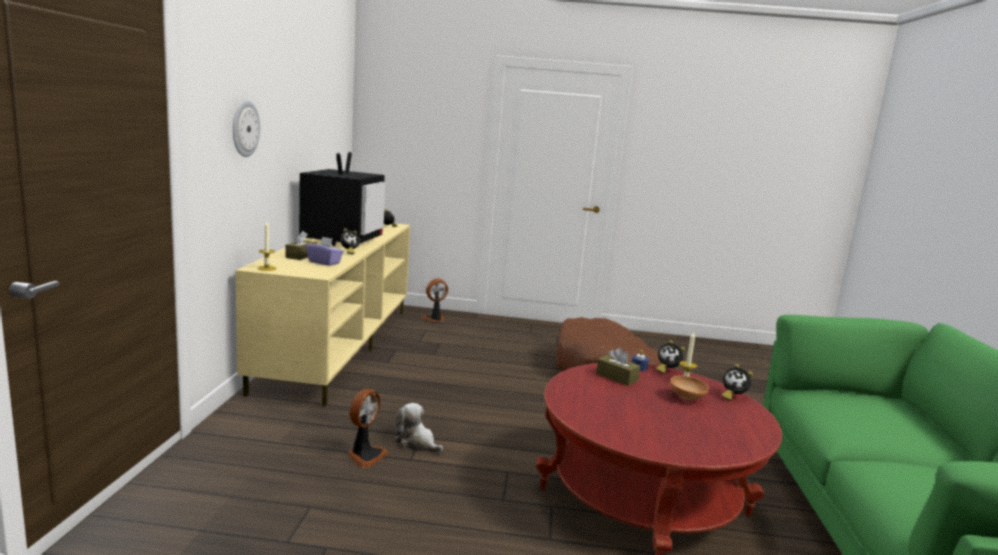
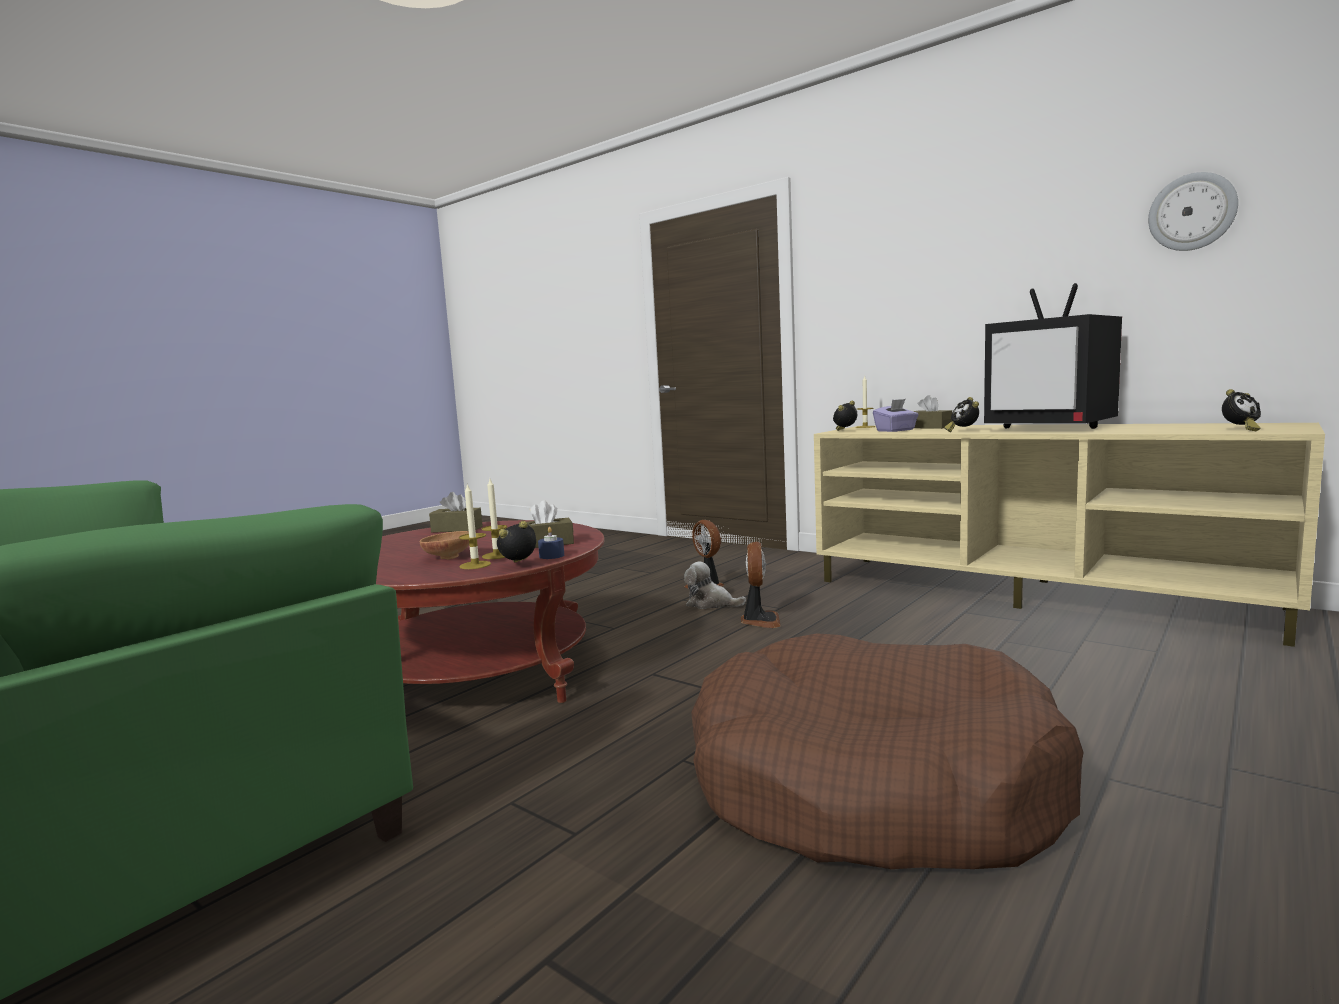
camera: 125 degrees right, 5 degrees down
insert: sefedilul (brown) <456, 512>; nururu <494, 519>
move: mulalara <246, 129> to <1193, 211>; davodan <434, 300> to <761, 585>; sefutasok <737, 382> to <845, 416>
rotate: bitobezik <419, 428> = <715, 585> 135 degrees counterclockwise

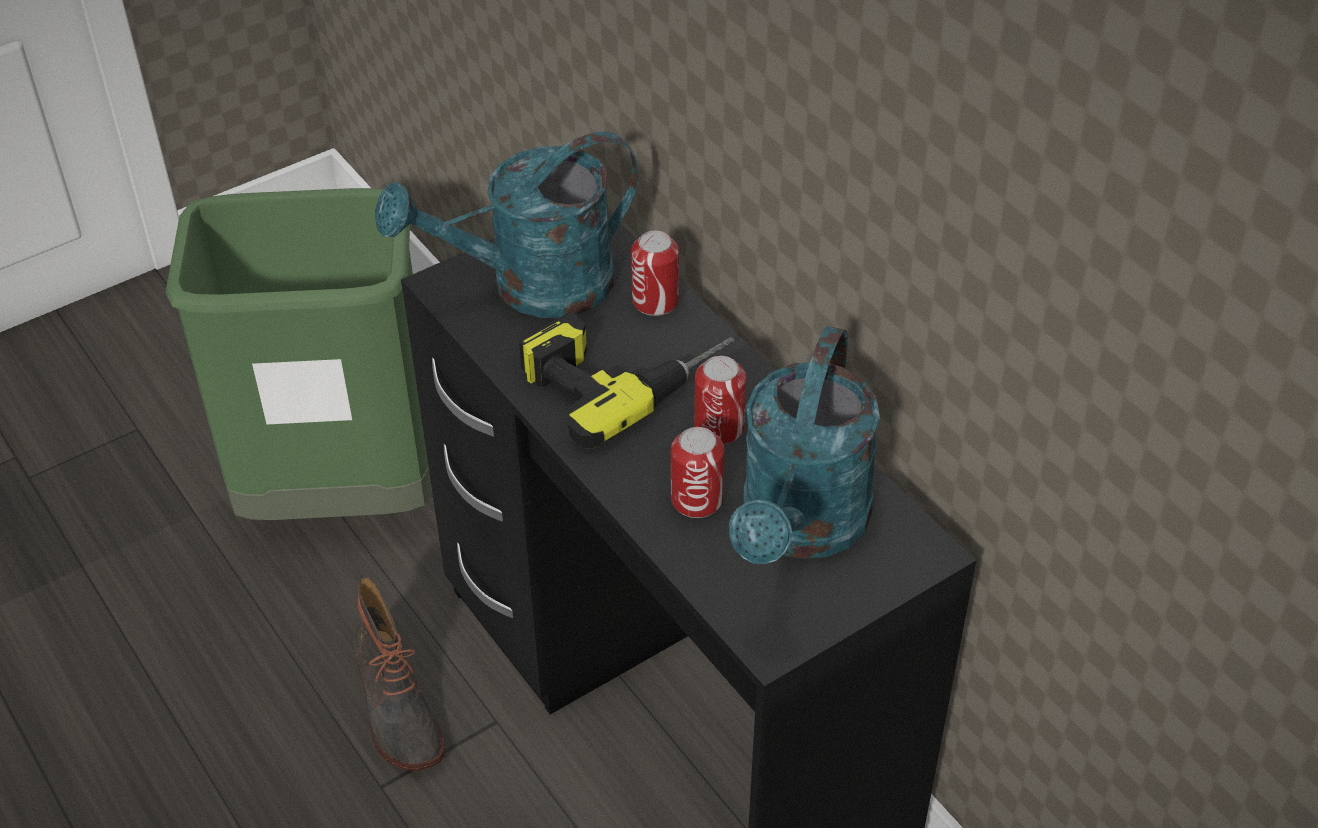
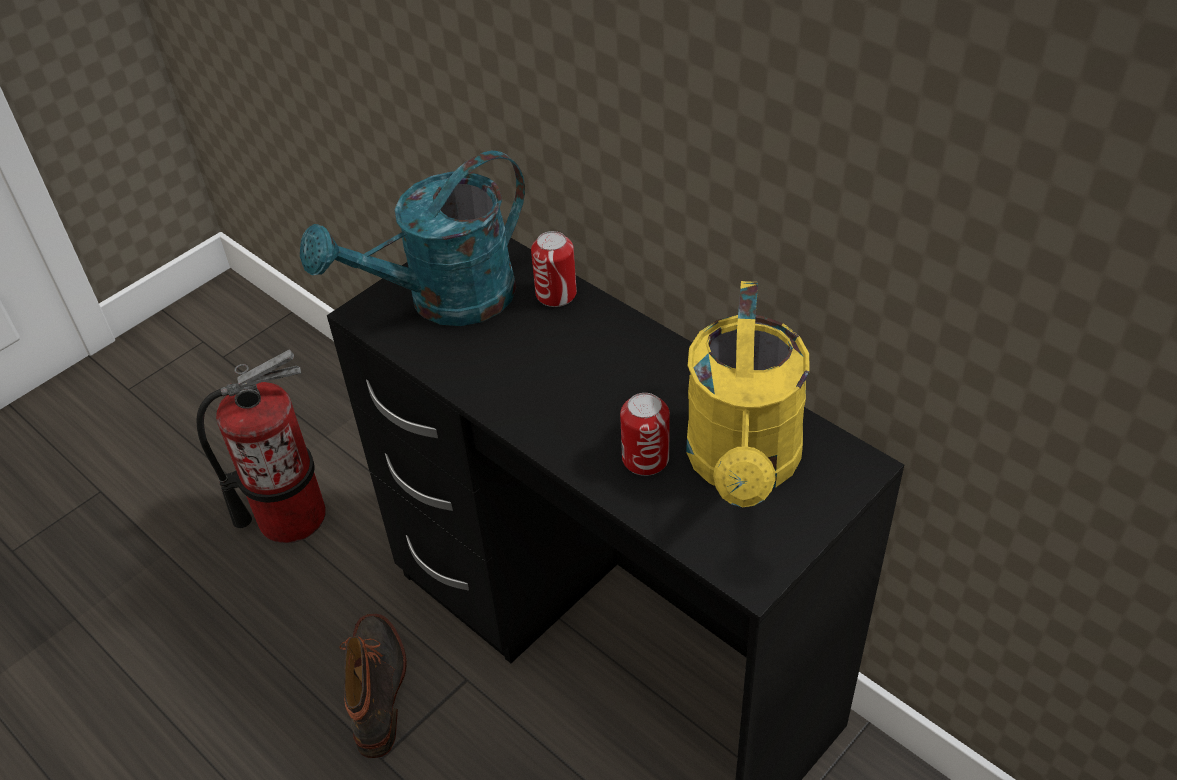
camera: 10 degrees left, 0 degrees up
delete: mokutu <627, 380>; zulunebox <720, 400>
replace: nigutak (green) <299, 354> to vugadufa <261, 446>
recolor: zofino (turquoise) <804, 445> to zofino (yellow) <747, 394>
rotate: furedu <399, 674> = <373, 686> 150 degrees counterclockwise

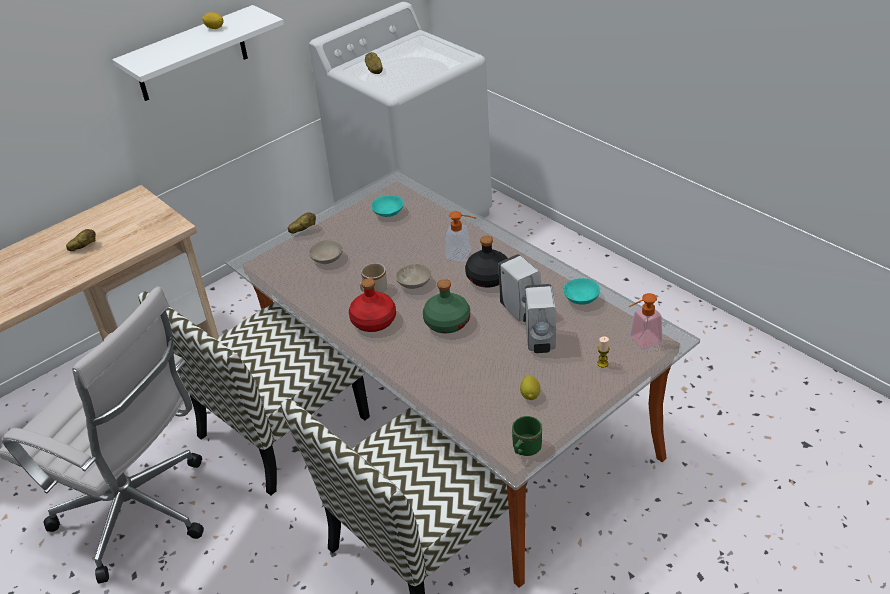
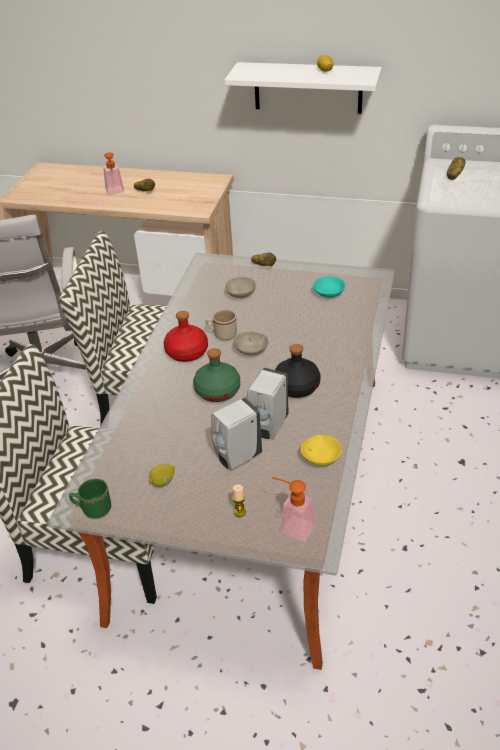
camera: 55 degrees right, 0 degrees up
move: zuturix <460, 236> to <113, 173>
recolor: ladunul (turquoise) <582, 291> to ladunul (yellow) <321, 450>

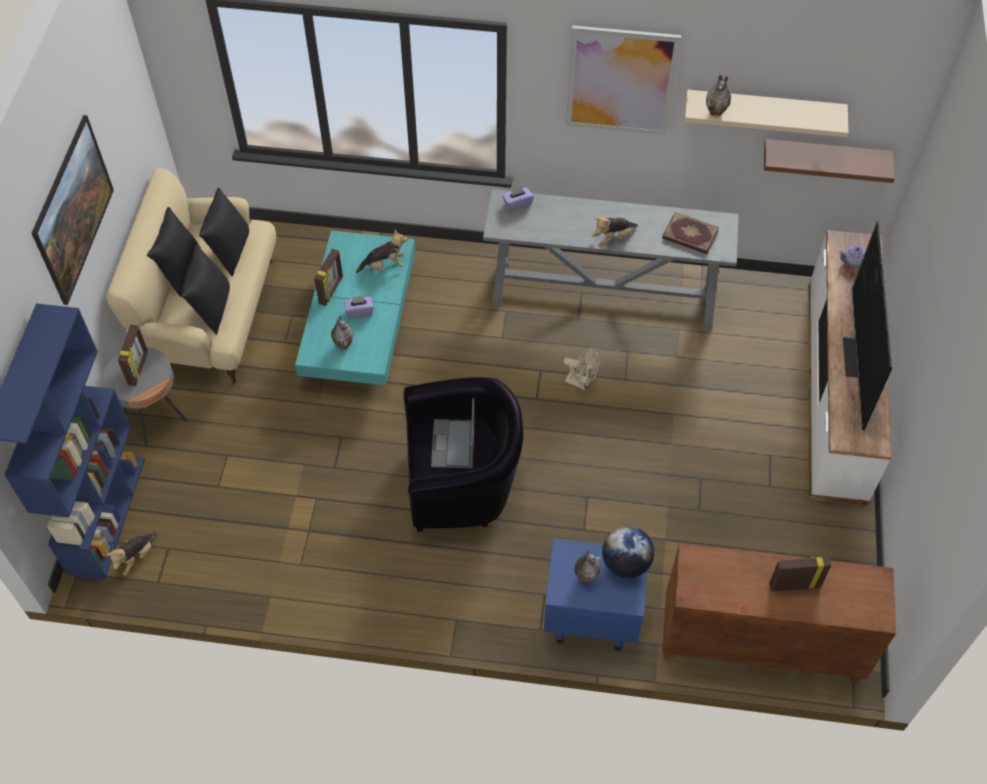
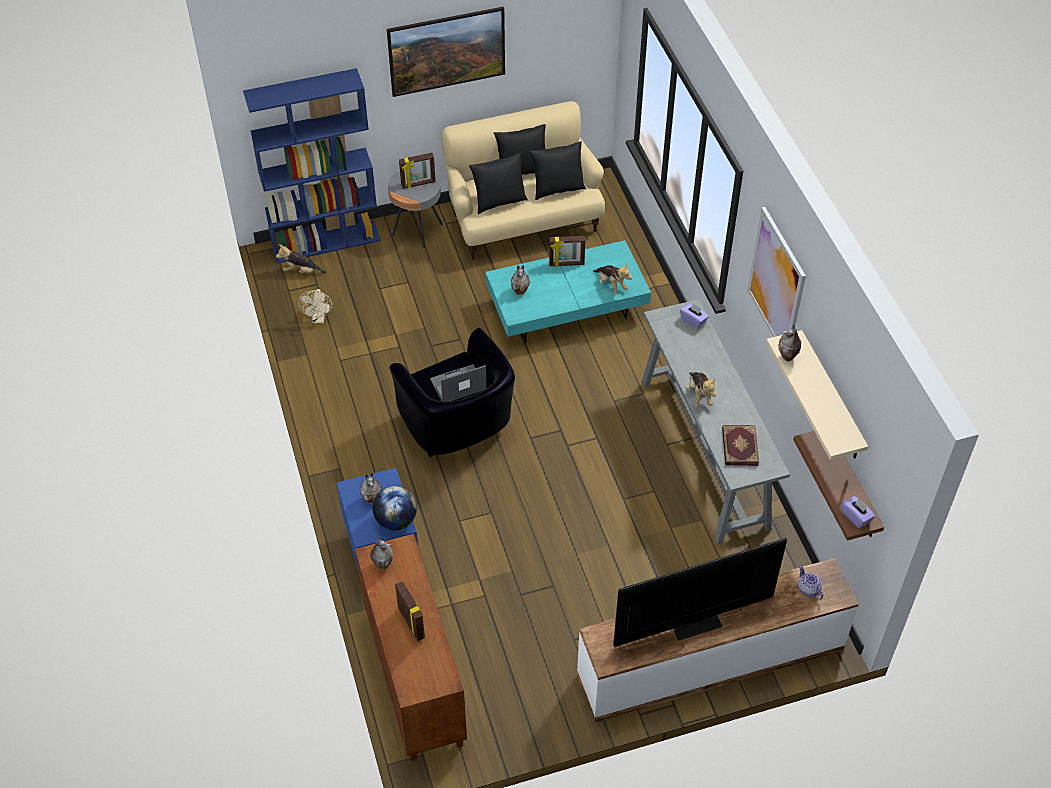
camera: 65 degrees right, 5 degrees down
insert: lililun <381, 553>
move: sefedilul (purple) <359, 307> to <858, 512>; davodan (beige) <581, 369> to <315, 306>
rotate: bitobezik <615, 232> = <701, 389> 135 degrees counterclockwise

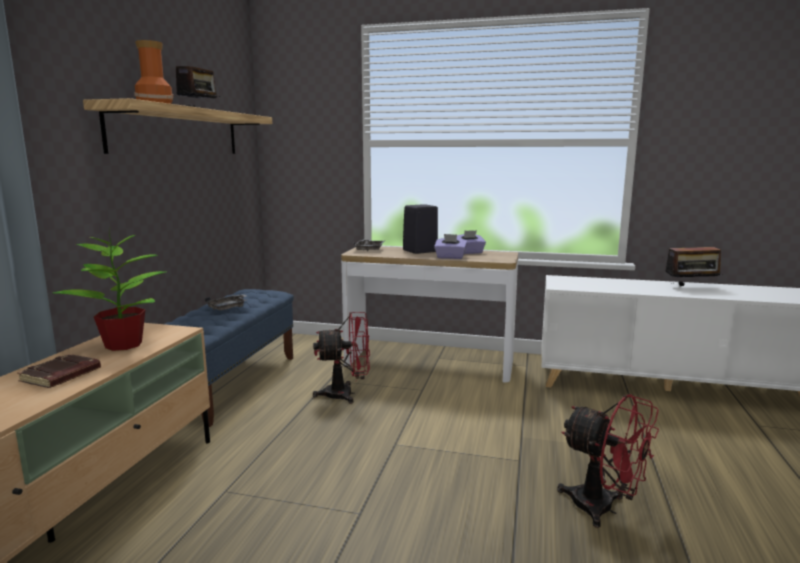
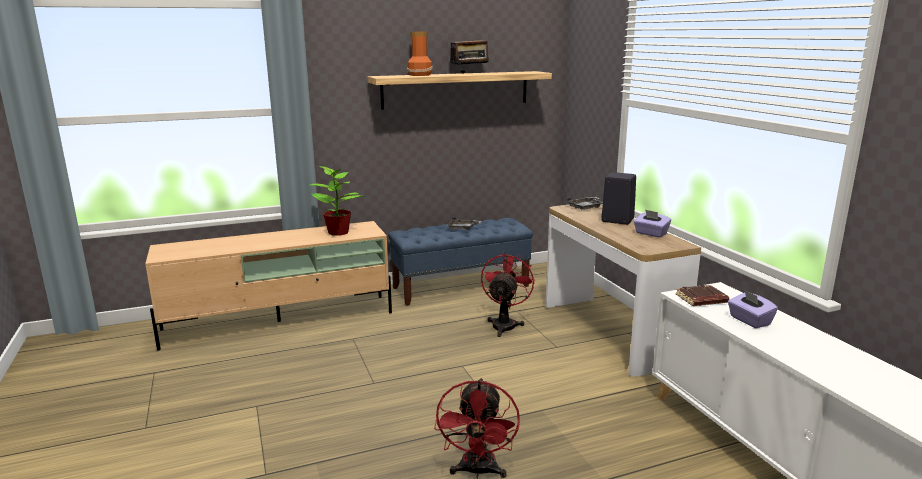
camera: 55 degrees right, 5 degrees up
delete: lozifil <694, 262>
move: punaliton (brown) <59, 371> to <702, 295>; sefedilul (purple) <450, 246> to <753, 308>
rotate: davodan (red) <341, 358> = <508, 294> 120 degrees counterclockwise

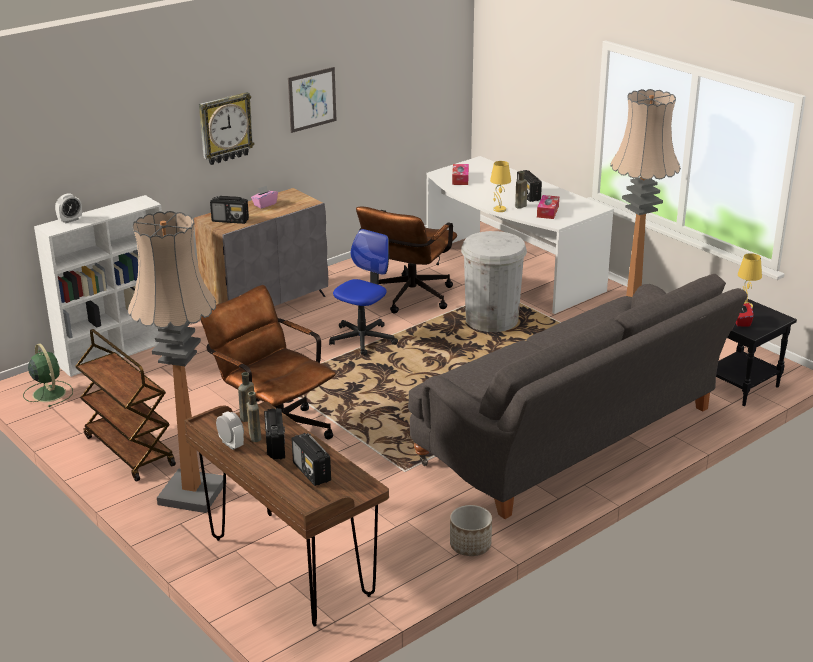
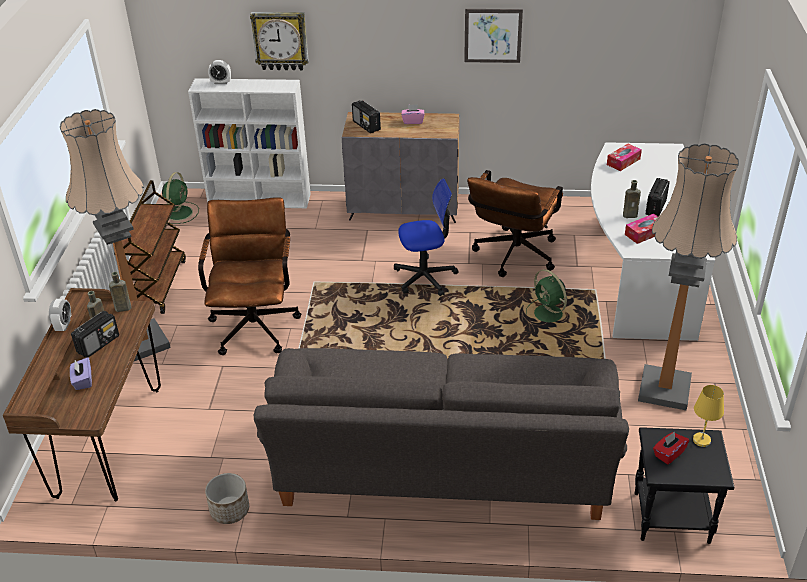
camera: 45 degrees right, 10 degrees up
delete: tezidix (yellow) <500, 186>
move: mulalara <226, 128> to <279, 41>
replace: lozifil <311, 459> to sefedilul (purple) <81, 373>; nigutak (white) <494, 281> to davodan (green) <546, 295>
rotate: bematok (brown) <406, 259> = <515, 223> 45 degrees counterclockwise

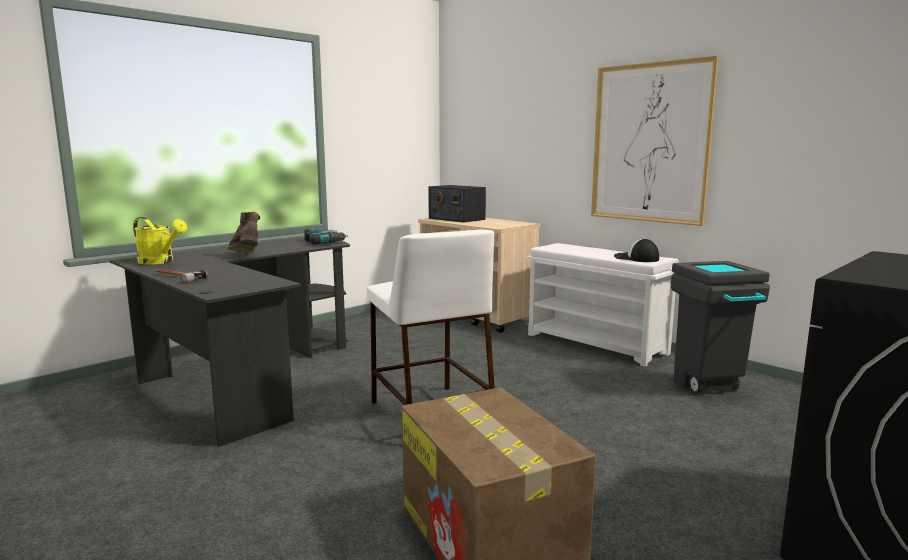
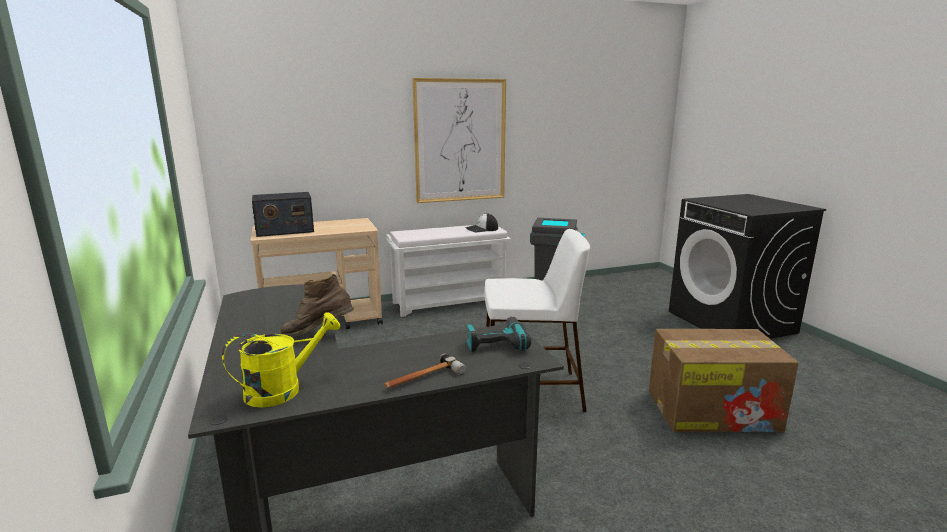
camera: 65 degrees left, 5 degrees up
move: mokutu <326, 236> to <498, 334>

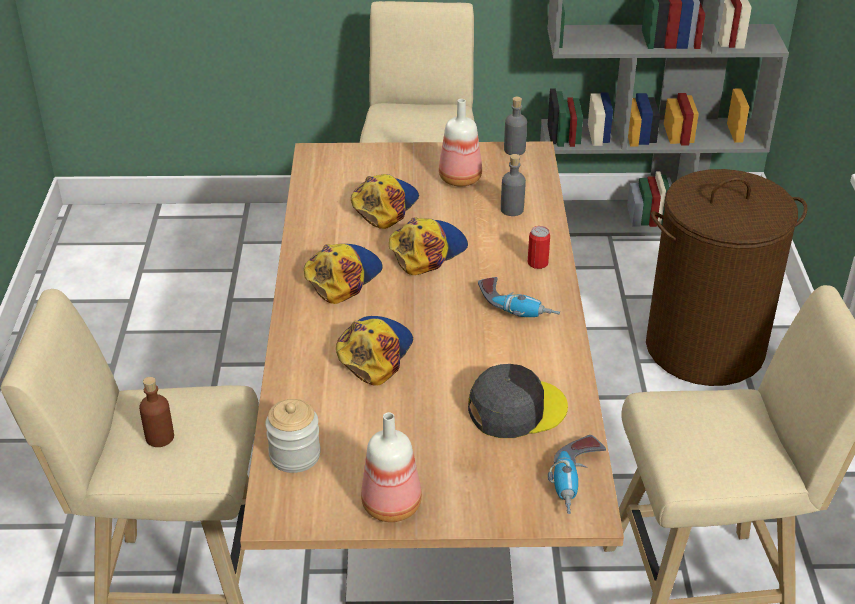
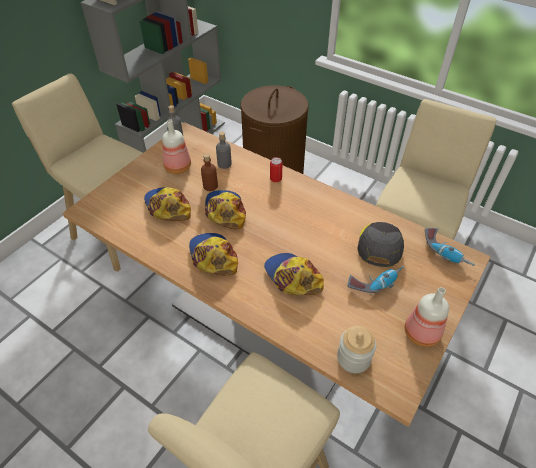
camera: 55 degrees left, 10 degrees up
move: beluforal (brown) <156, 412> to <209, 172>; mokutu <519, 297> to <375, 279>

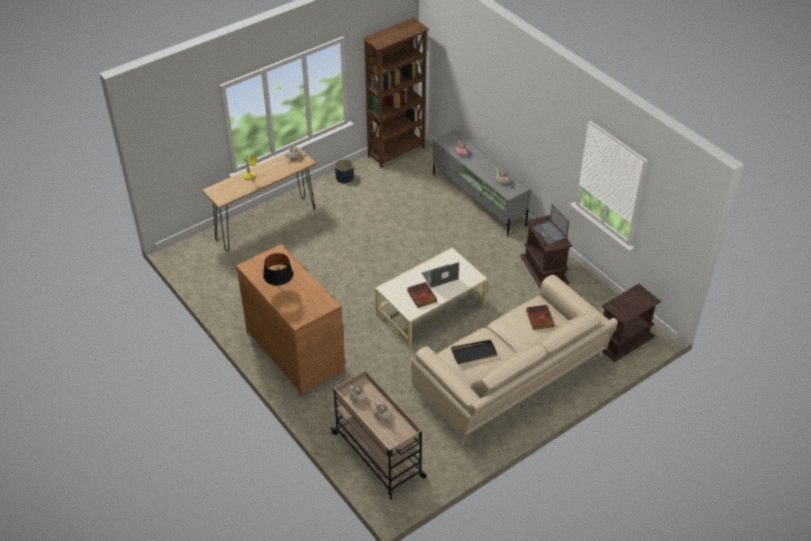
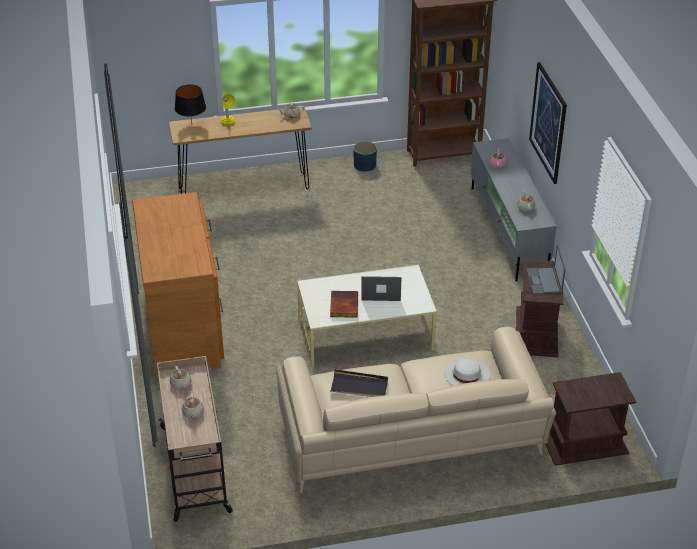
camera: 25 degrees right, 5 degrees down
insert: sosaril <548, 123>
move: tezidix (black) <278, 270> to <190, 103>
replace: punaliton <540, 317> to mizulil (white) <467, 372>

